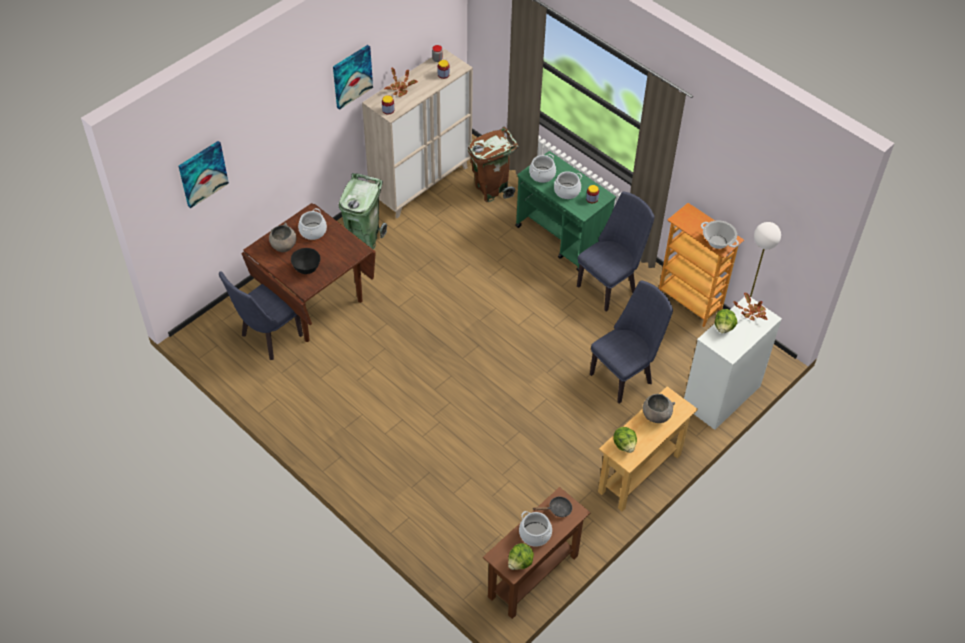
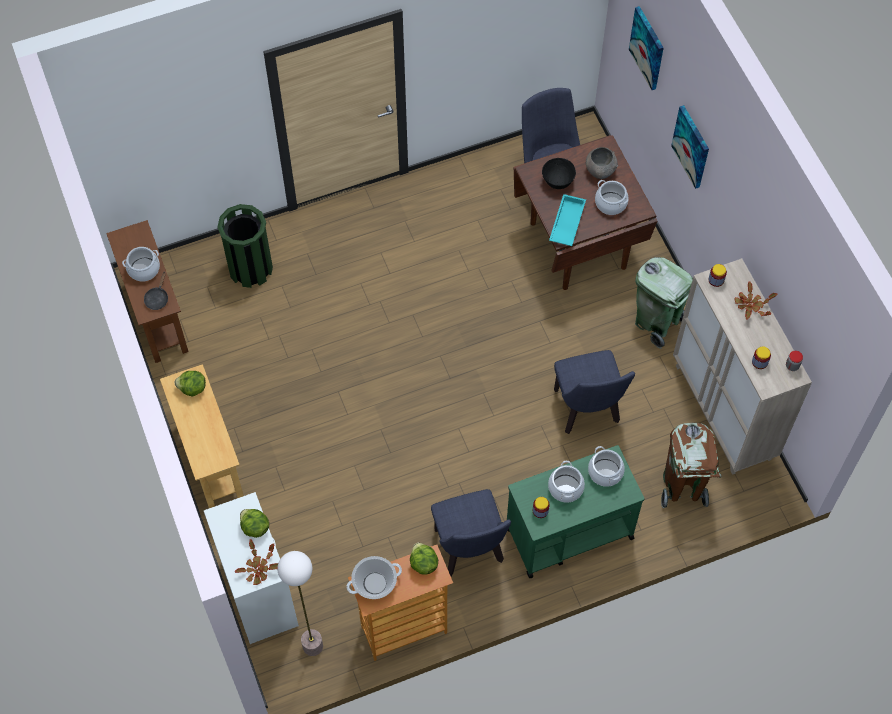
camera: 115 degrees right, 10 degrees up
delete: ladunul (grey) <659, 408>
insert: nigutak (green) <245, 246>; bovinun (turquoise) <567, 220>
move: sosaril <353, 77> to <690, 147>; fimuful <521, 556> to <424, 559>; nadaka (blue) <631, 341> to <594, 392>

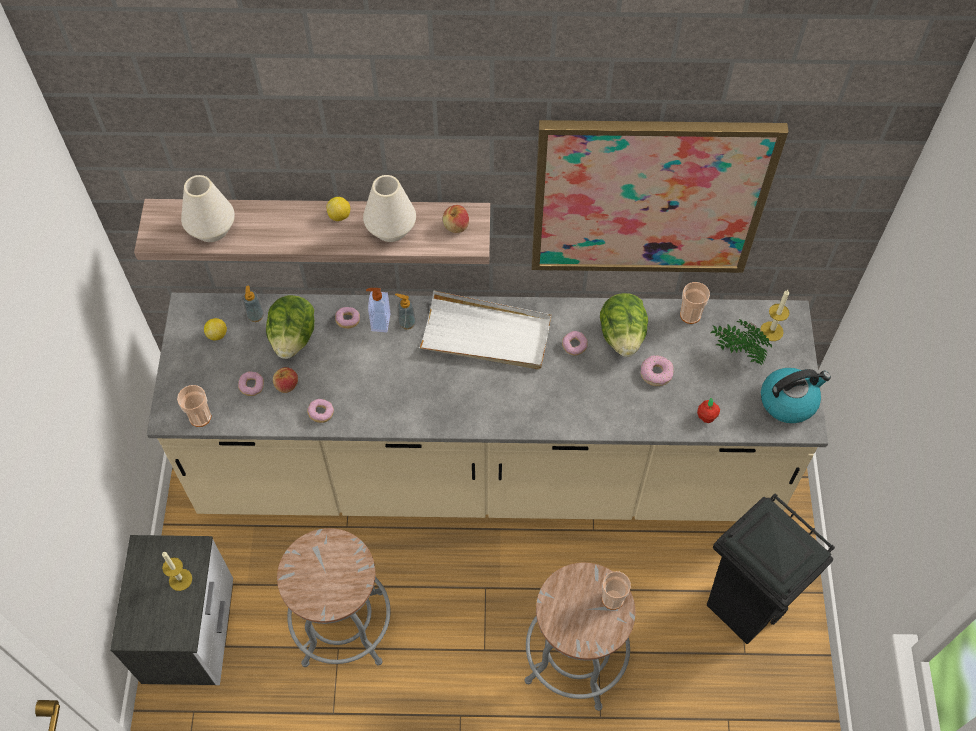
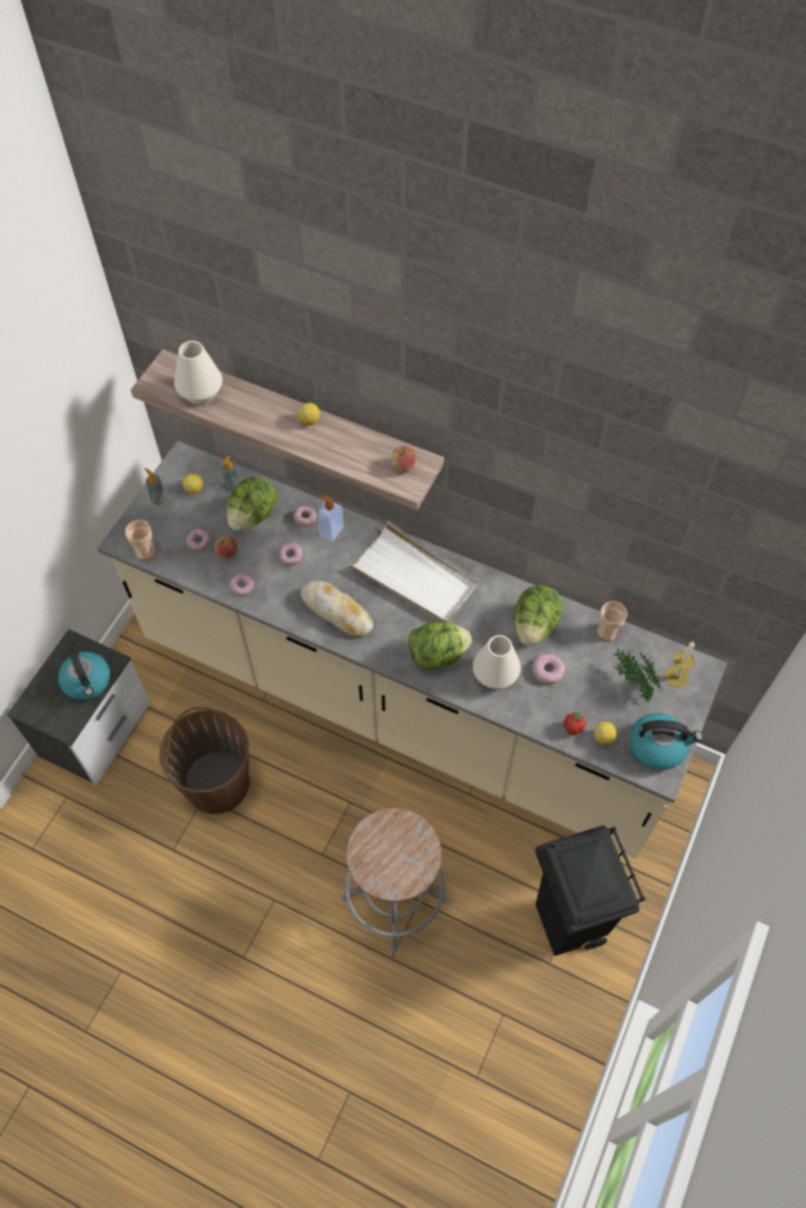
camera: 25 degrees right, 0 degrees up
delete: sosaril <660, 196>; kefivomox <616, 590>
insert: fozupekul <337, 609>; fimuful <440, 646>; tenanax <605, 733>
move: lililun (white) <389, 208> to <497, 662>; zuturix <405, 311> to <155, 486>; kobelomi <575, 343> to <291, 554>
replace: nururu <177, 571> to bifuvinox <84, 674>; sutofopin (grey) <334, 597> to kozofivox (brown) <204, 760>

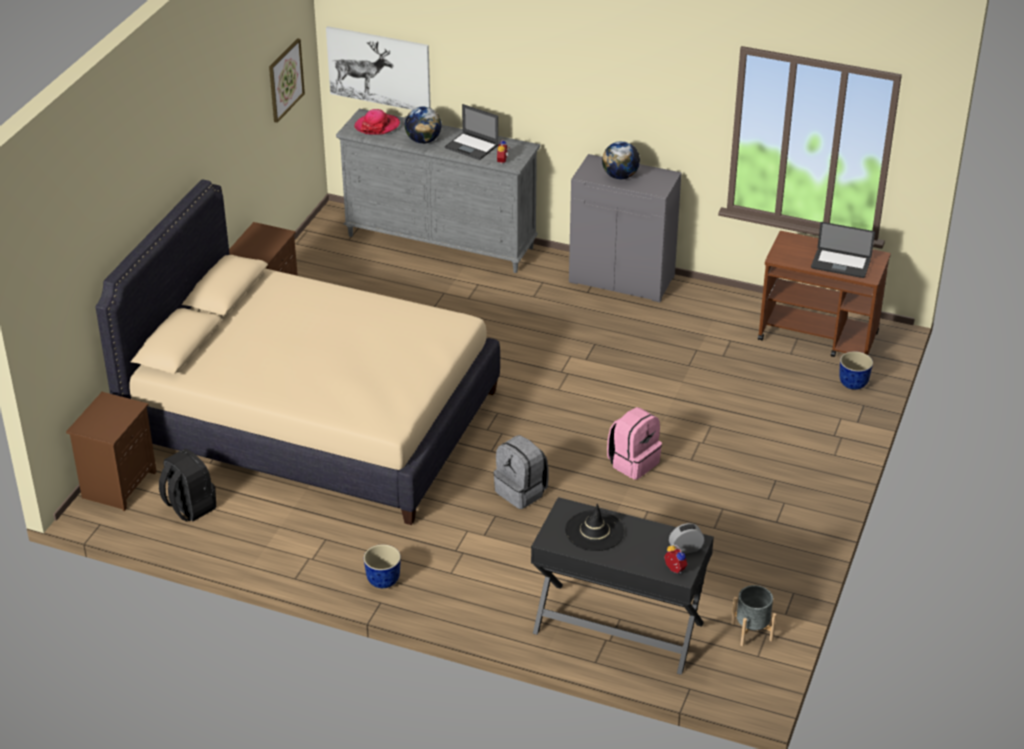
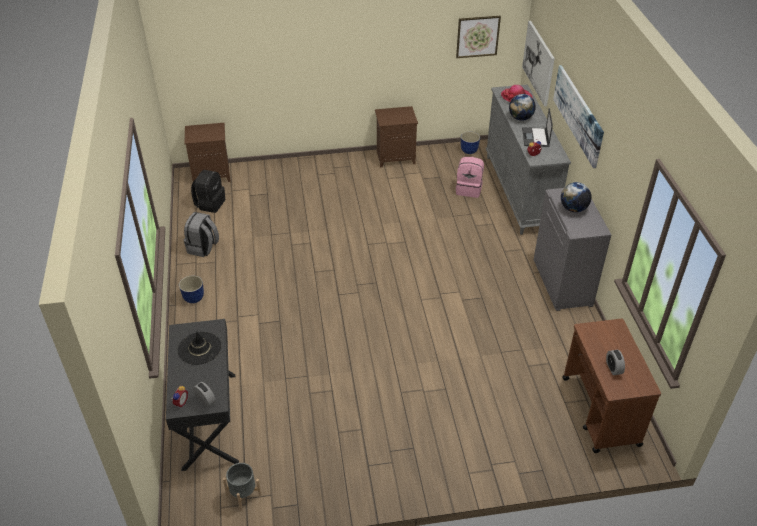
camera: 60 degrees right, 5 degrees up
delete: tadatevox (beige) <297, 352>
insert: sosaril <578, 116>
move: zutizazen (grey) <521, 472> to <201, 234>; zutizazen (pink) <634, 443> to <470, 177>; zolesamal <856, 370> to <470, 143>
replace: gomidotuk <843, 250> to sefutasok <615, 362>

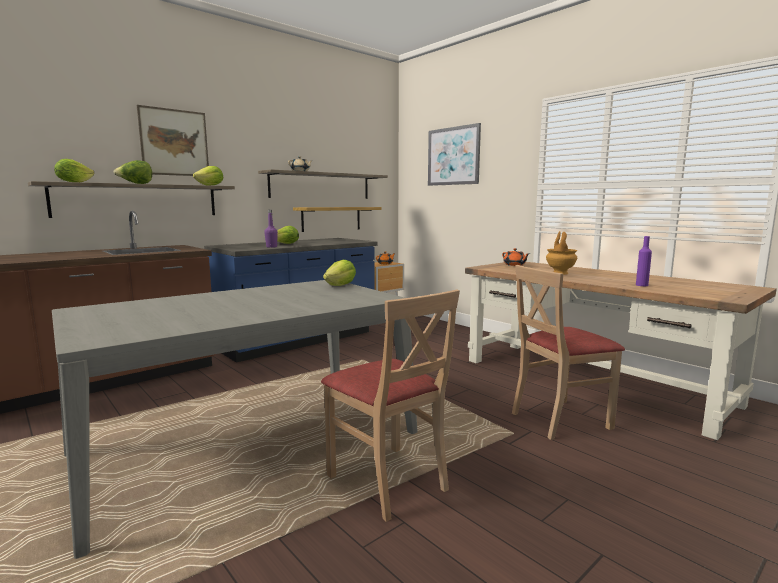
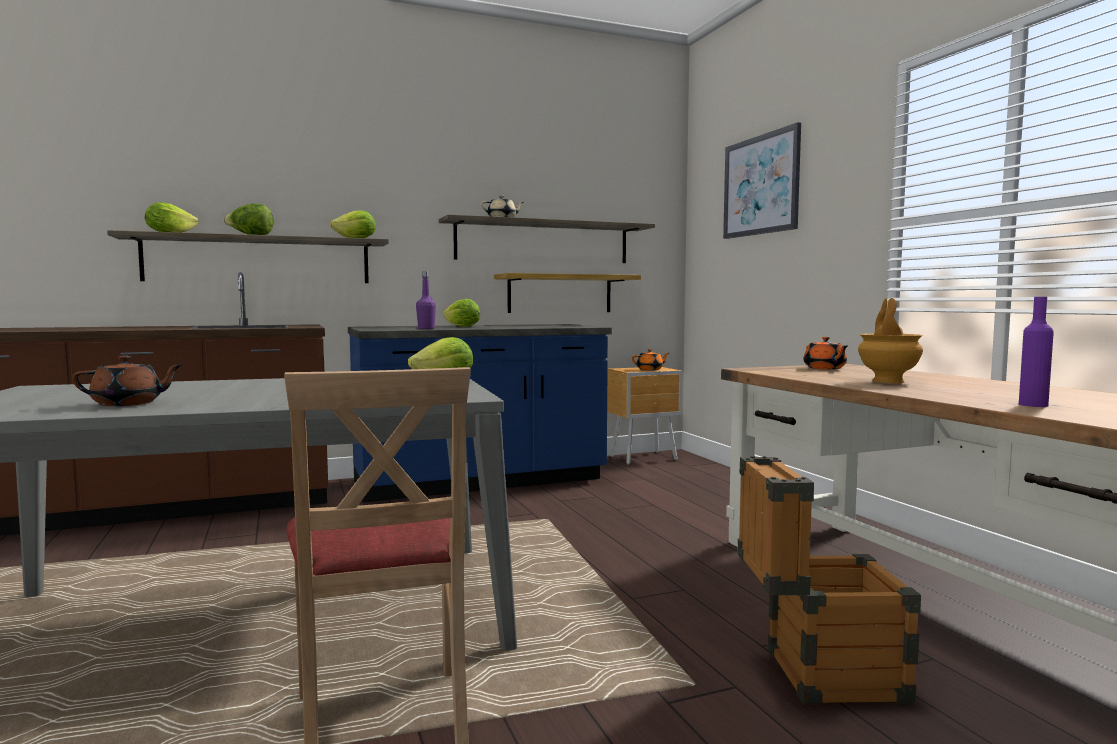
camera: 20 degrees right, 5 degrees down
delete: sosaril <173, 140>
insert: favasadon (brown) <127, 381>
replace: nadaka (beige) <568, 352> to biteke <829, 580>

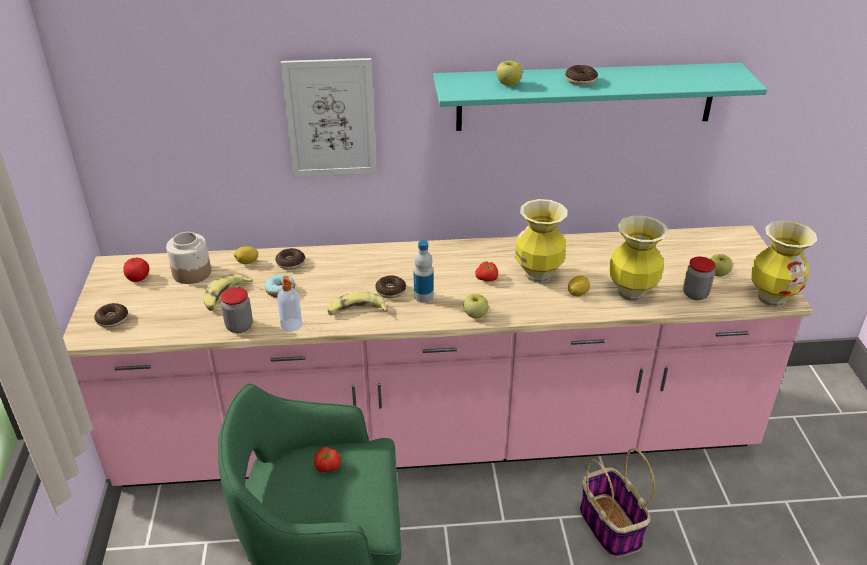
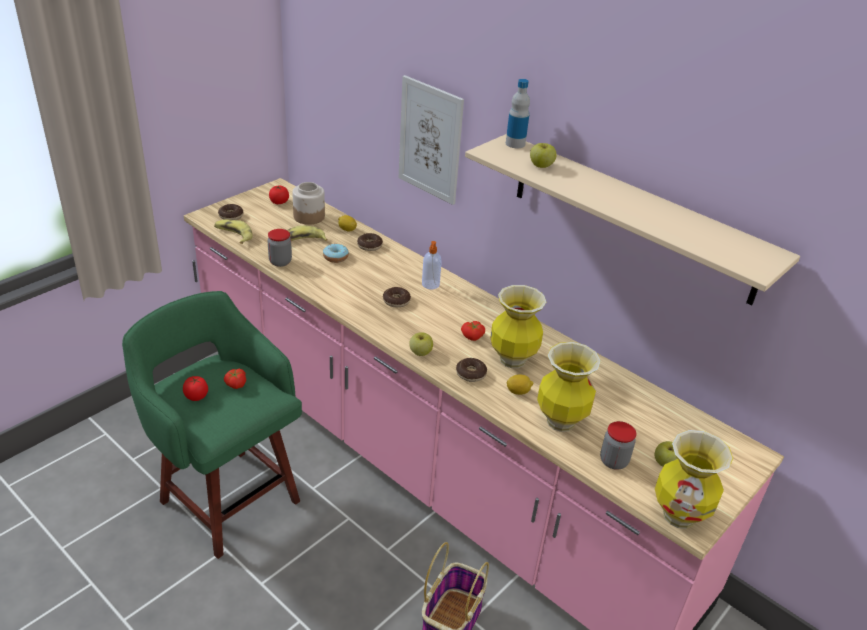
camera: 45 degrees right, 0 degrees up
insert: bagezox <195, 388>
move: zuturix <289, 304> to <432, 265>; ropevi <358, 303> to <233, 231>; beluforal <424, 271> to <518, 113>; kobelomi <581, 75> to <471, 370>
recolor: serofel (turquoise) <600, 97> to serofel (beige) <632, 220>

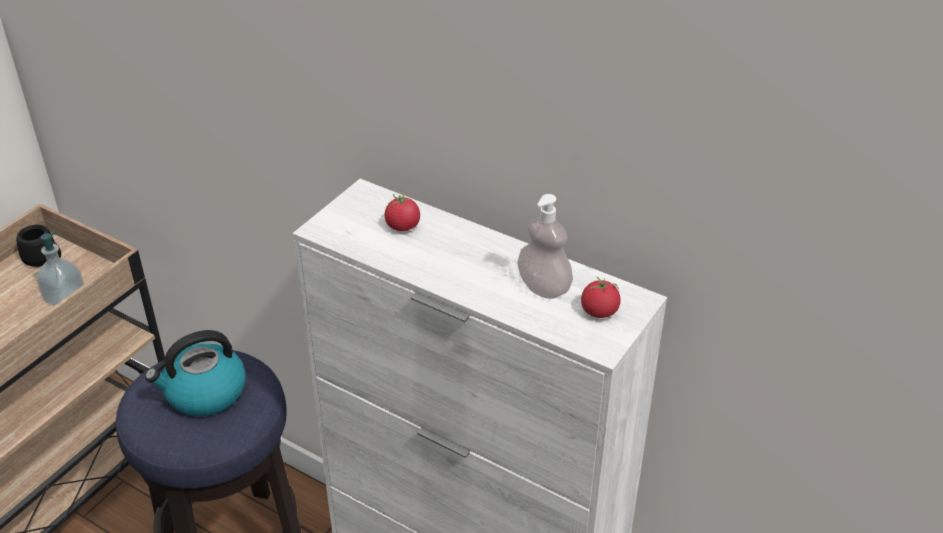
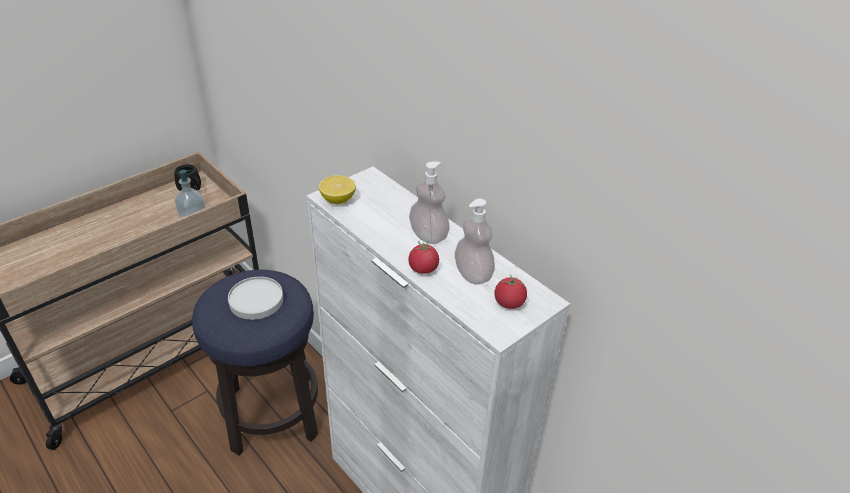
camera: 15 degrees right, 0 degrees up
insert: tenanax <337, 189>; zuturix <429, 203>
move: bagezox <402, 211> to <423, 257>
replace: bifuvinox <195, 373> to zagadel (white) <255, 298>

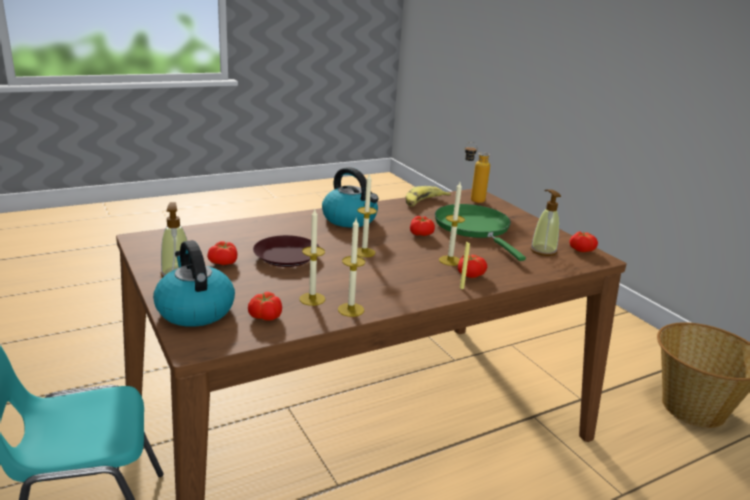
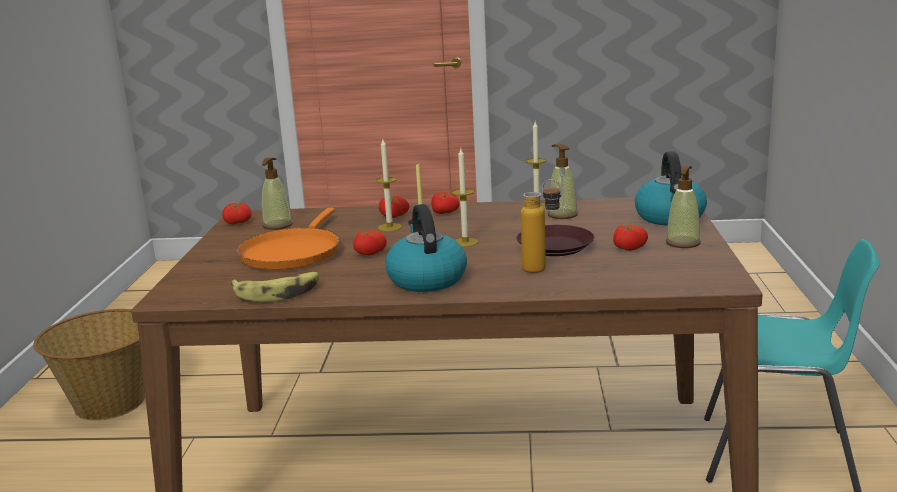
camera: 145 degrees left, 5 degrees down
move: bagezox <265, 306> to <445, 203>; beluforal <477, 172> to <541, 226>
replace: nururu <312, 257> to zuturix <563, 181>
recolor: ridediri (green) <480, 232> to ridediri (orange) <288, 239>

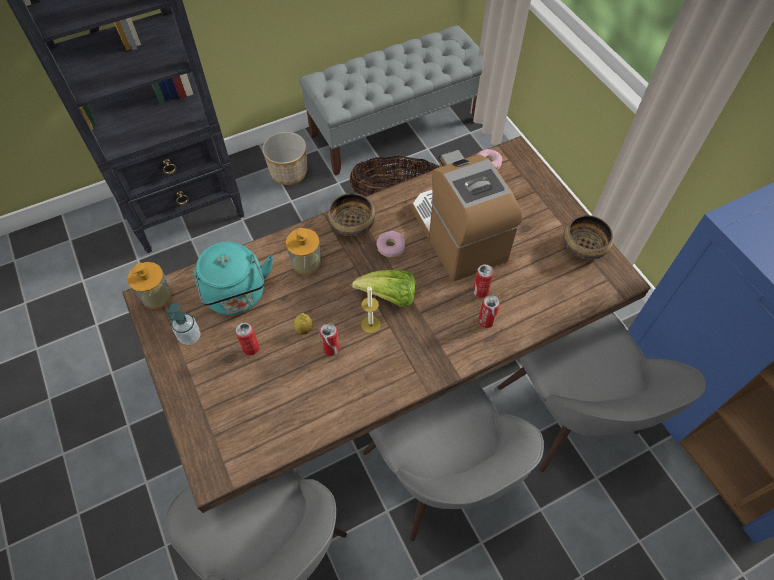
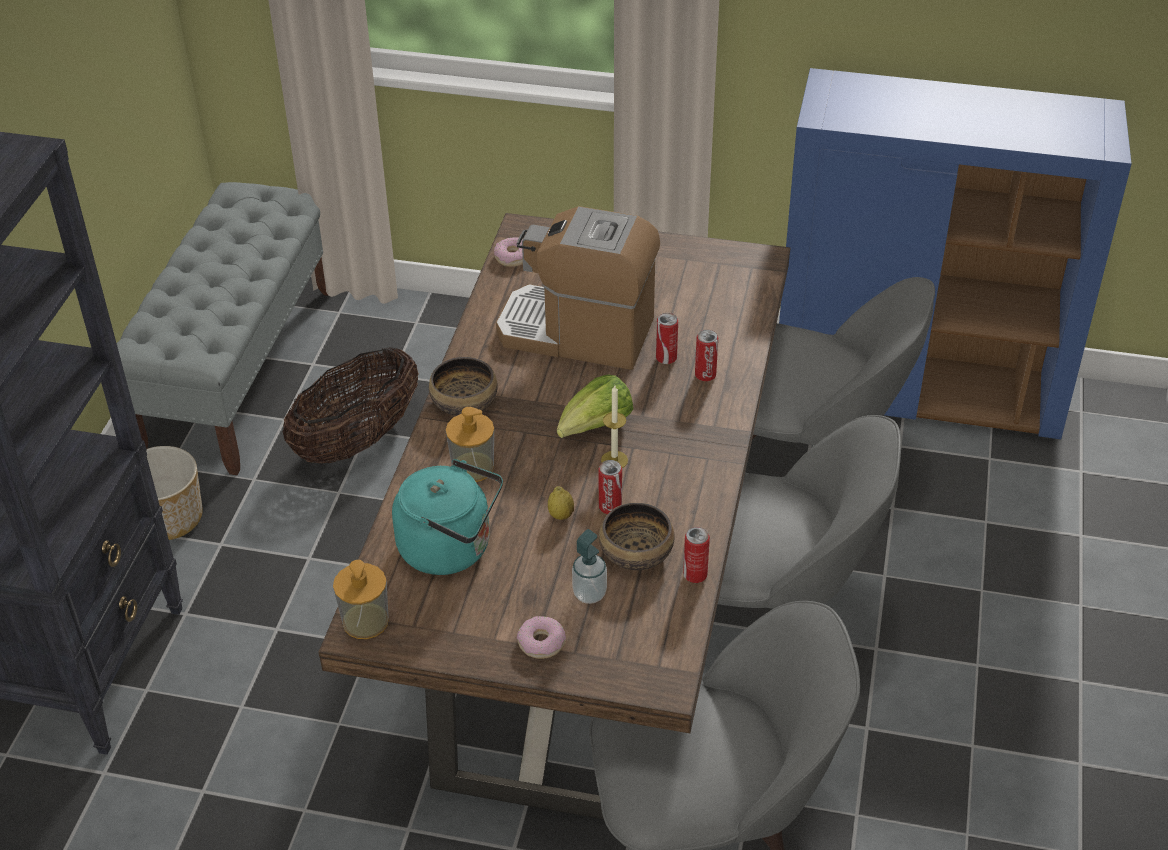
camera: 50 degrees left, 15 degrees down
move: zuturix <184, 324> to <589, 566>; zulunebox <247, 339> to <696, 555>; kobelomi <390, 244> to <541, 637>; ladunul <588, 237> to <637, 536>

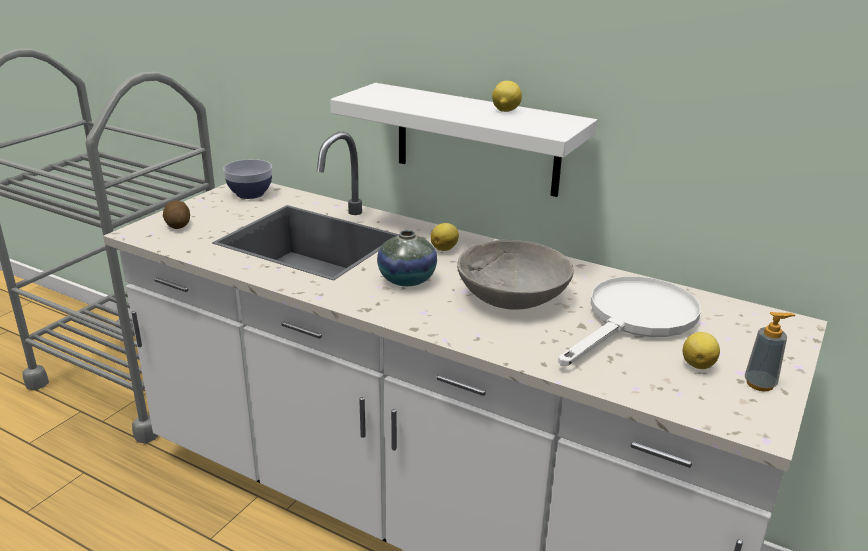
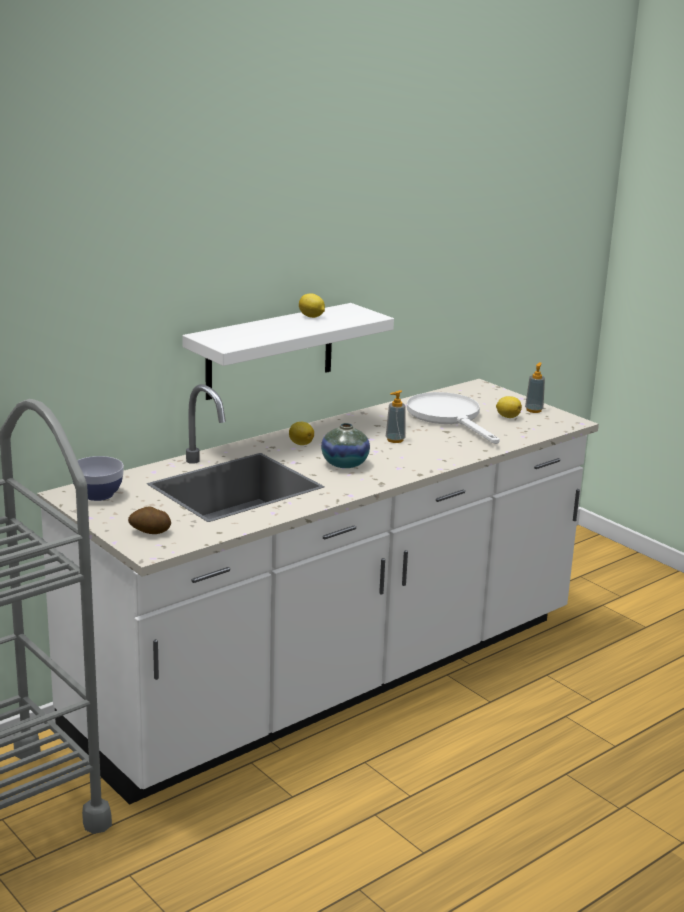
camera: 70 degrees left, 5 degrees down
replace: ladunul (grey) <515, 275> to zuturix <396, 416>

